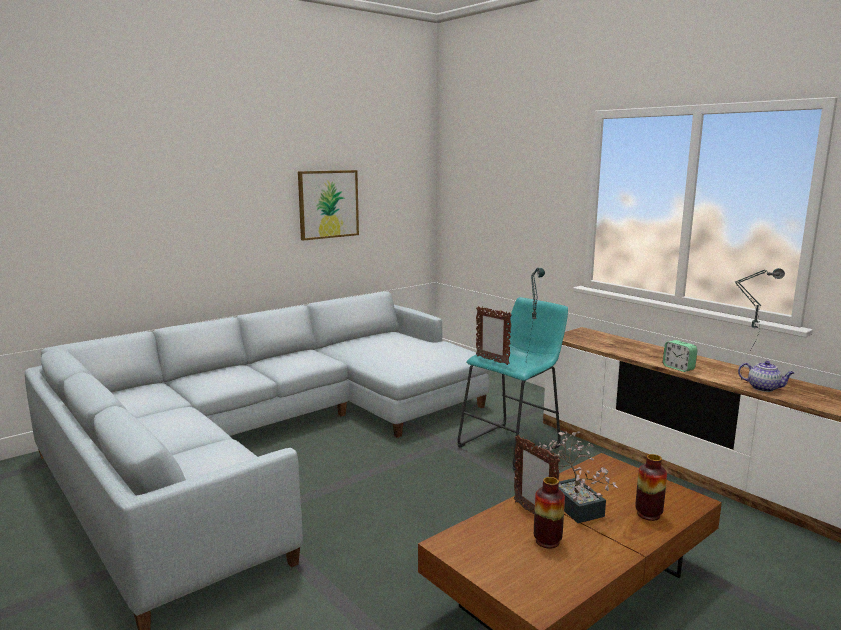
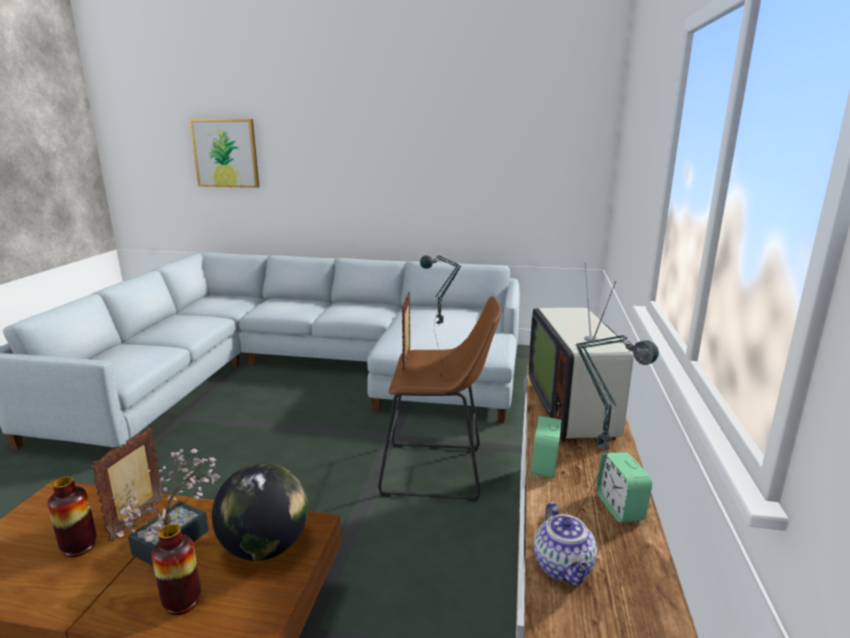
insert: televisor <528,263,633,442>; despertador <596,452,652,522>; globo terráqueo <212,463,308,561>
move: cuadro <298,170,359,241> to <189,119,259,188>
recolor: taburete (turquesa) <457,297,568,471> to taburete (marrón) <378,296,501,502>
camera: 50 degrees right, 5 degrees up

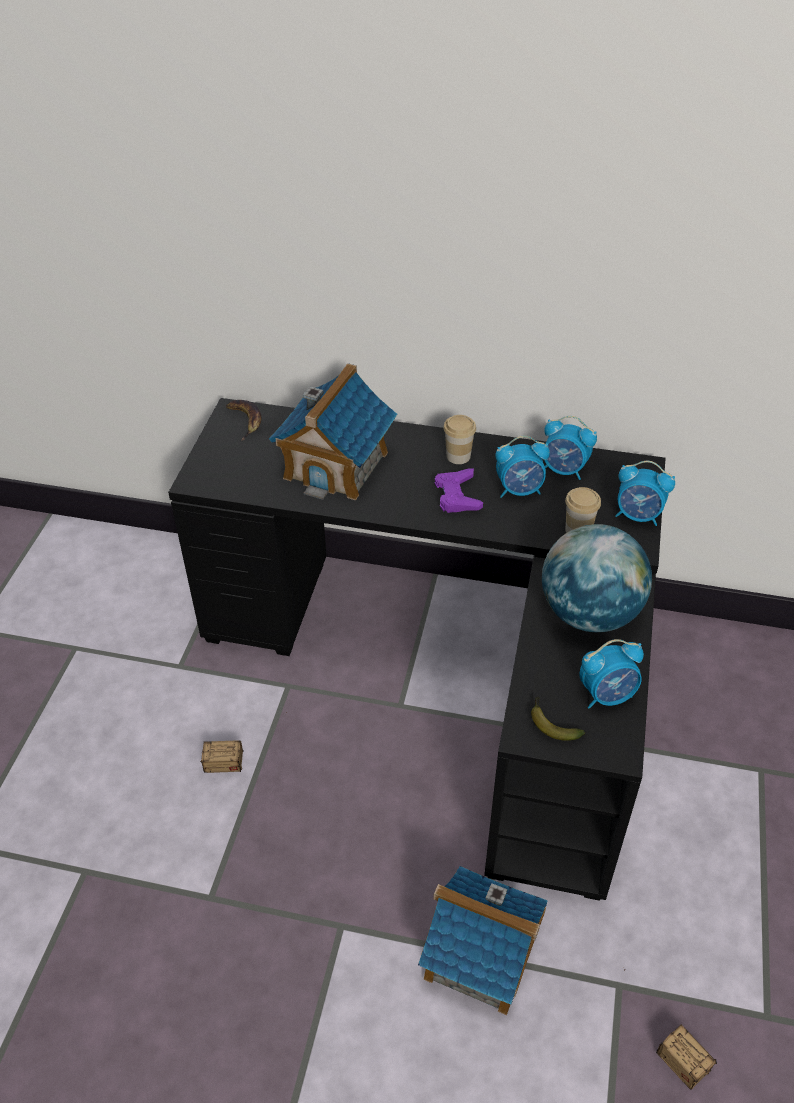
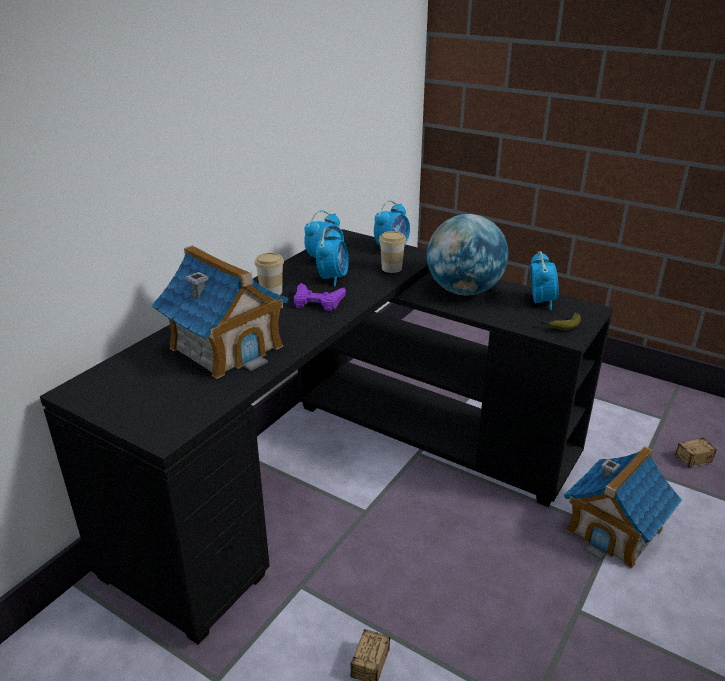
delete: plátano <226,400,261,441>
camera: 70 degrees left, 15 degrees down

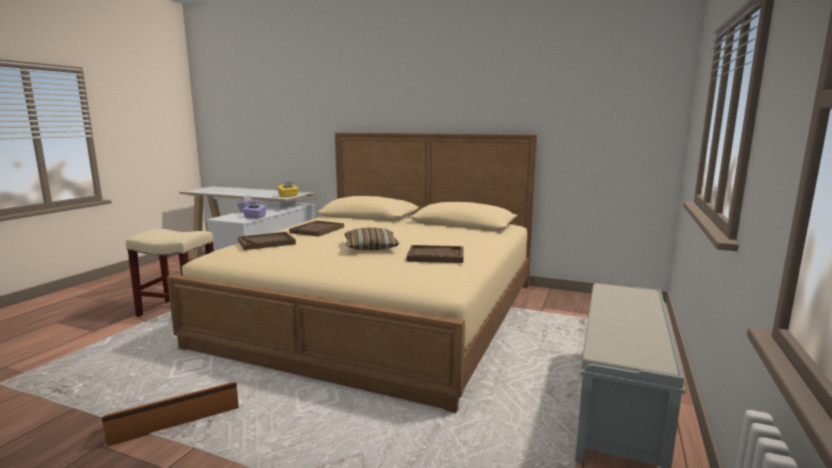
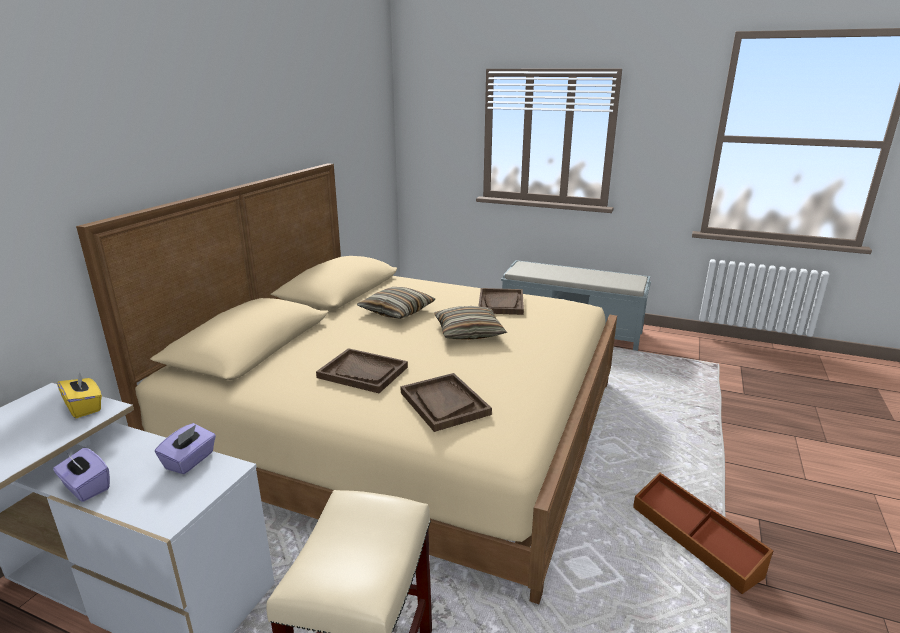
insert: cojín <357,287,435,319>
camera: 90 degrees left, 10 degrees up

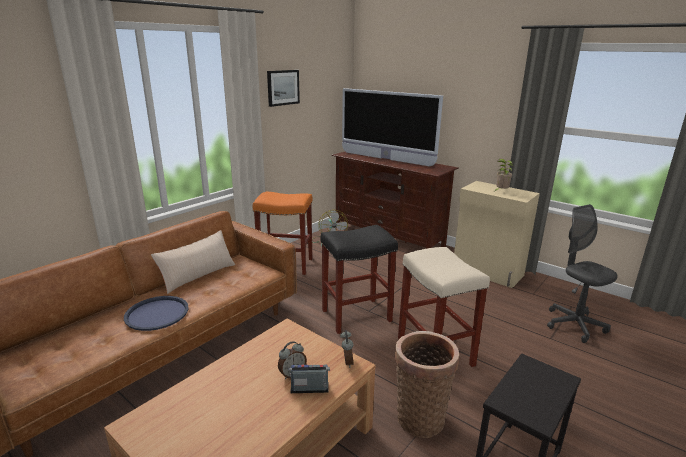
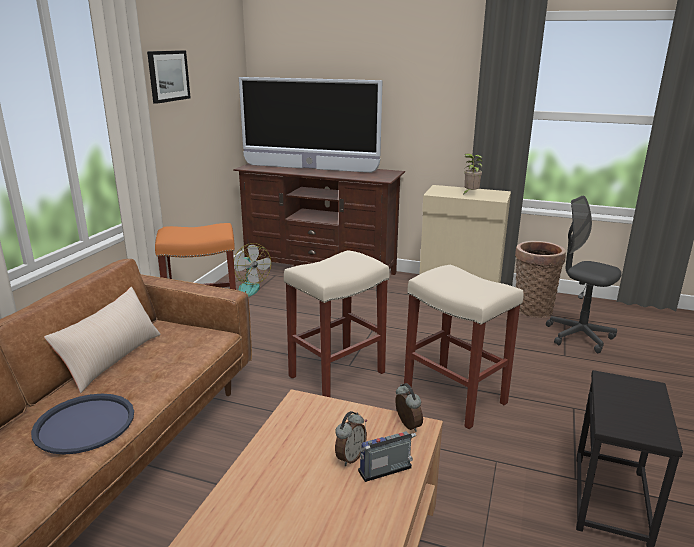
move: cesta <395,331,459,438> to <515,241,566,318>
recolor: taburete (negro) <321,225,398,334> to taburete (beis) <284,250,389,397>
camera: 20 degrees left, 0 degrees up

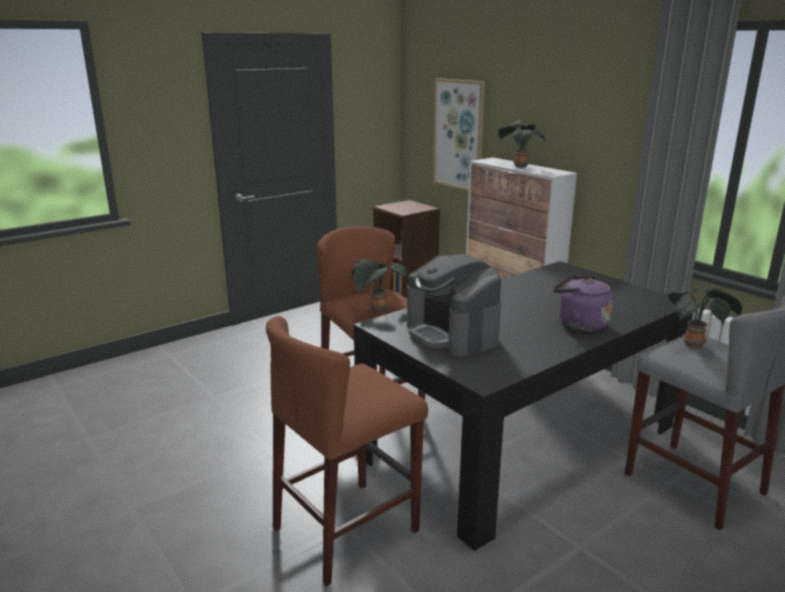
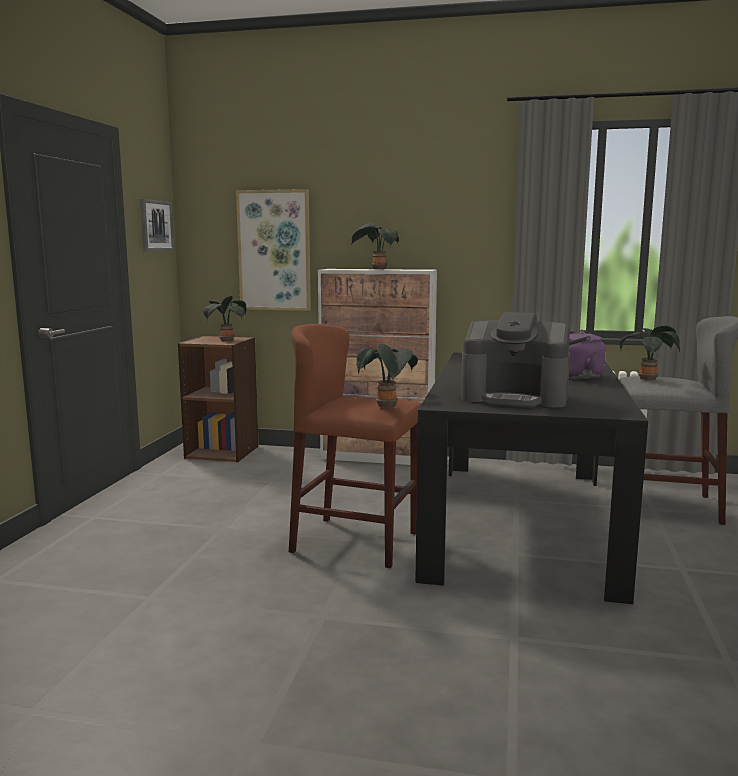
delete: taburete (marrón) <266,316,428,586>
insert: cuadro <140,199,174,252>; planta en maceta <203,296,247,342>
camera: 40 degrees left, 10 degrees down

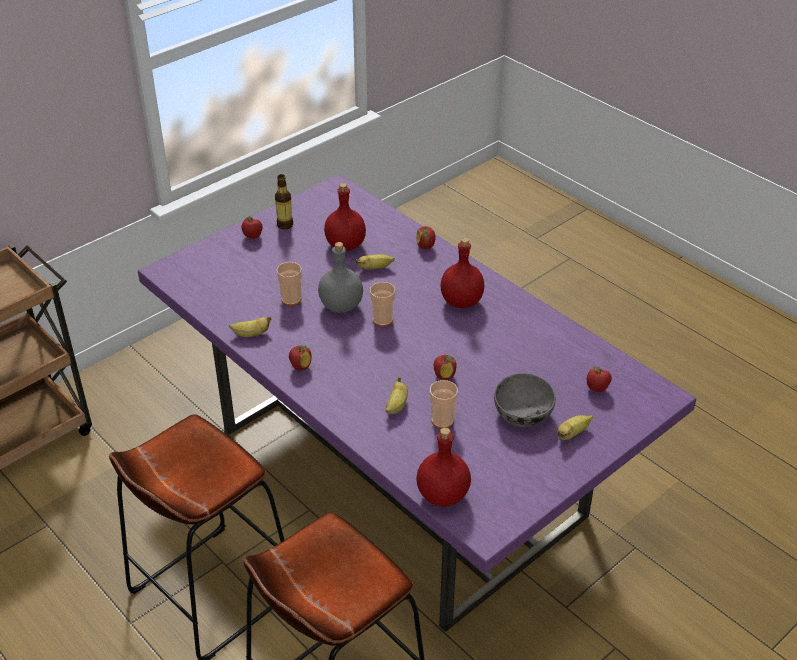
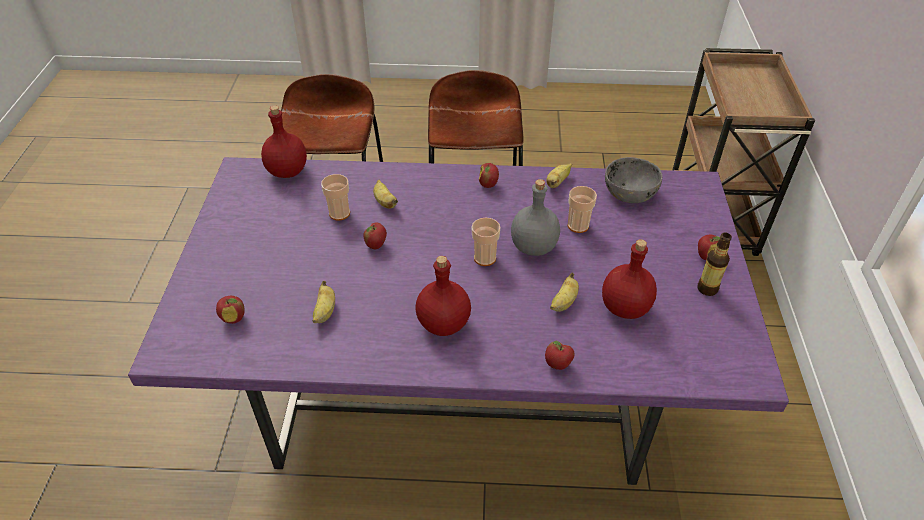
move: cuenco (gris) <494,373,555,427> to <605,157,663,203>; plátano <557,415,593,440> to <313,281,335,323>
camera: 135 degrees right, 5 degrees up

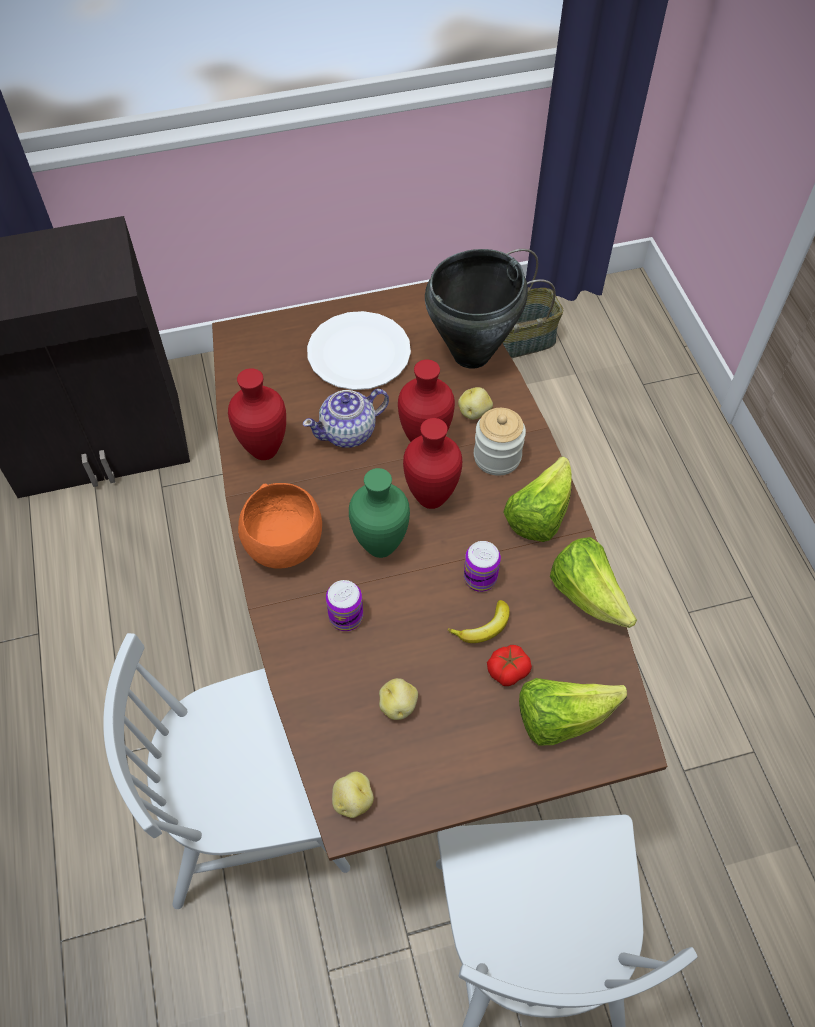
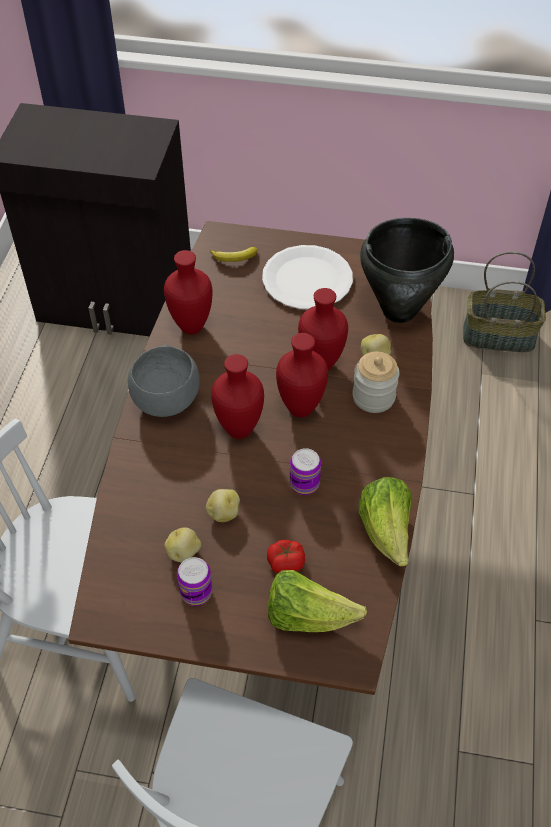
delete: tetera <303,388,389,448>; lechuga <503,457,572,542>
move: lata <326,580,363,631> to <177,557,212,606>; plátano <447,600,510,643> to <210,247,257,262>; patata <332,771,374,818> to <206,489,240,522>
recolor: florero (verde) <349,468,410,558> to florero (rojo) <211,354,264,439>; cuenco (naranja) <238,483,322,569> to cuenco (gris) <128,345,199,417>
camera: 25 degrees right, 5 degrees down

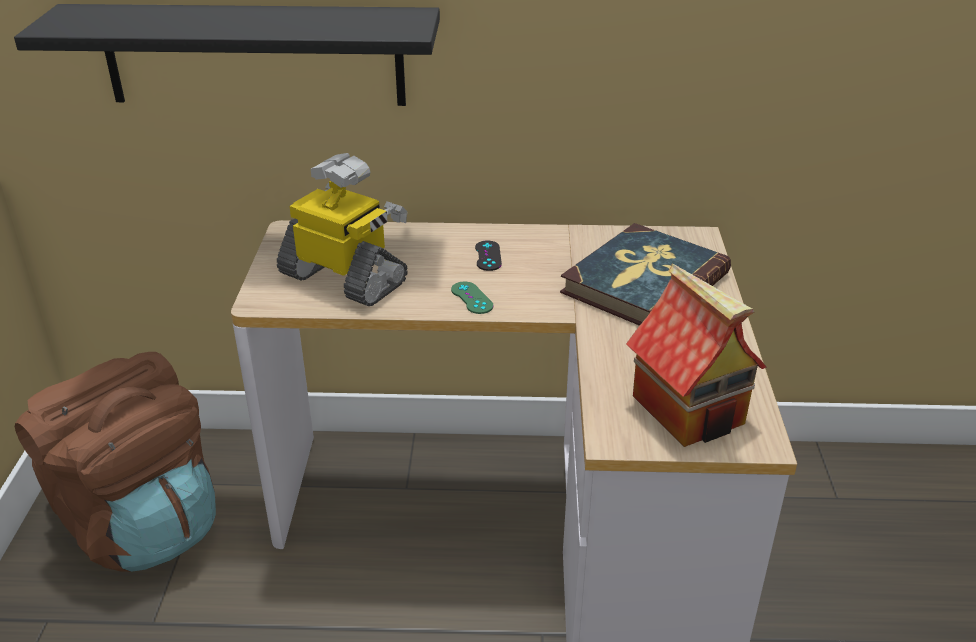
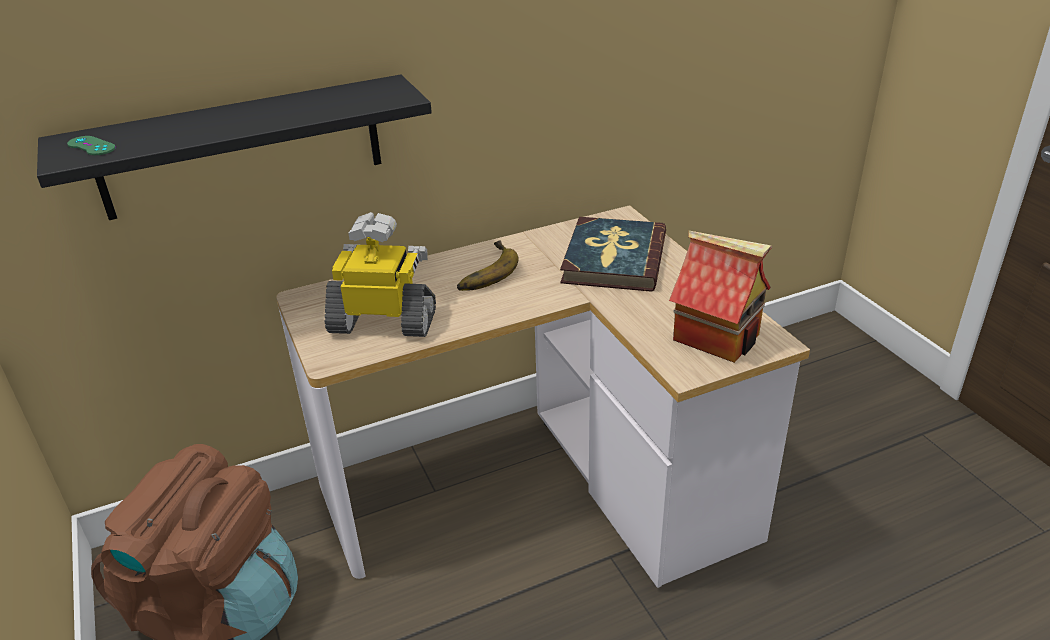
move: mando de consola (verde) <451,282,494,314> to <67,136,116,155>
replace: mando de consola (negro) <475,240,502,271> to plátano <457,240,519,291>
camera: 25 degrees left, 0 degrees up

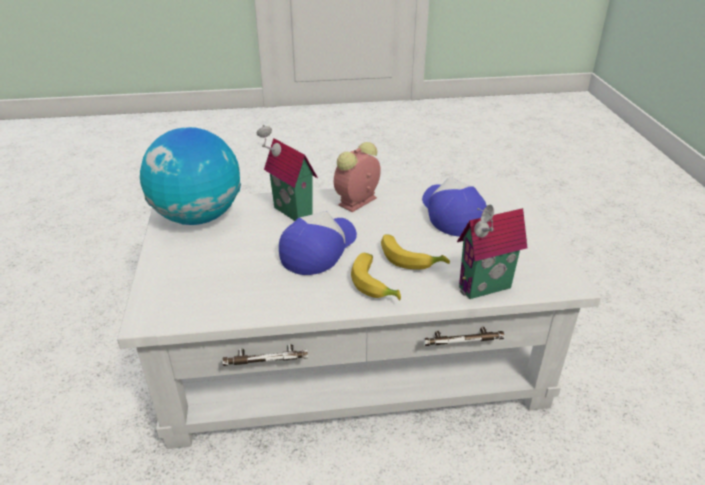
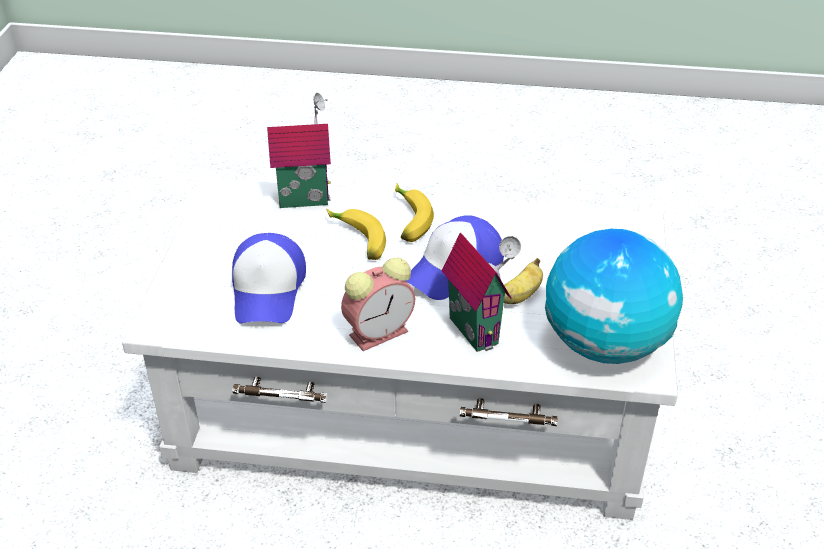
insert: plátano <504,258,543,304>
camera: 165 degrees left, 5 degrees up

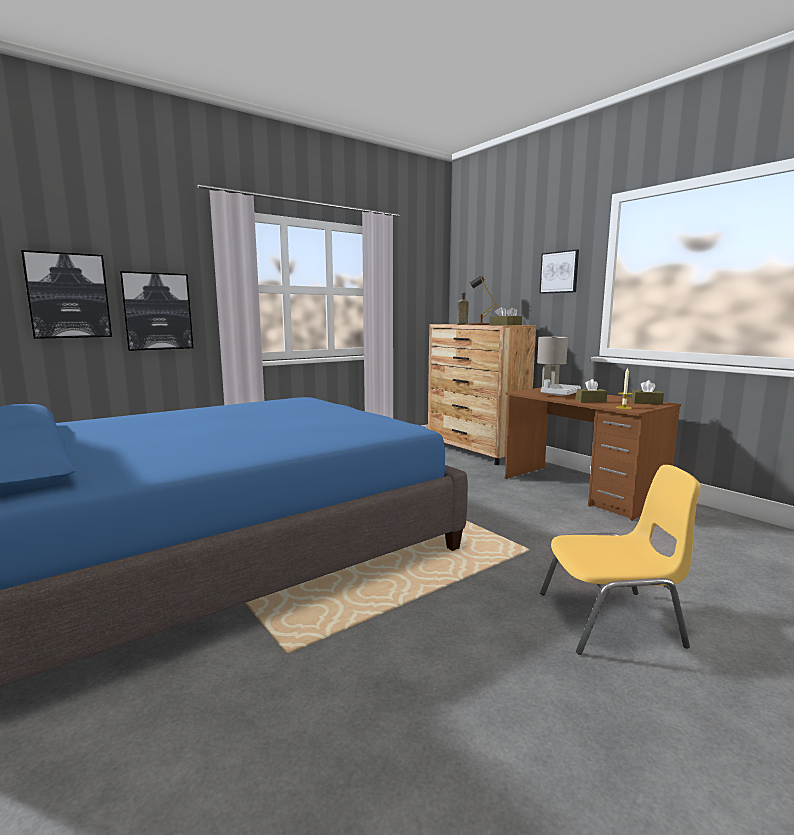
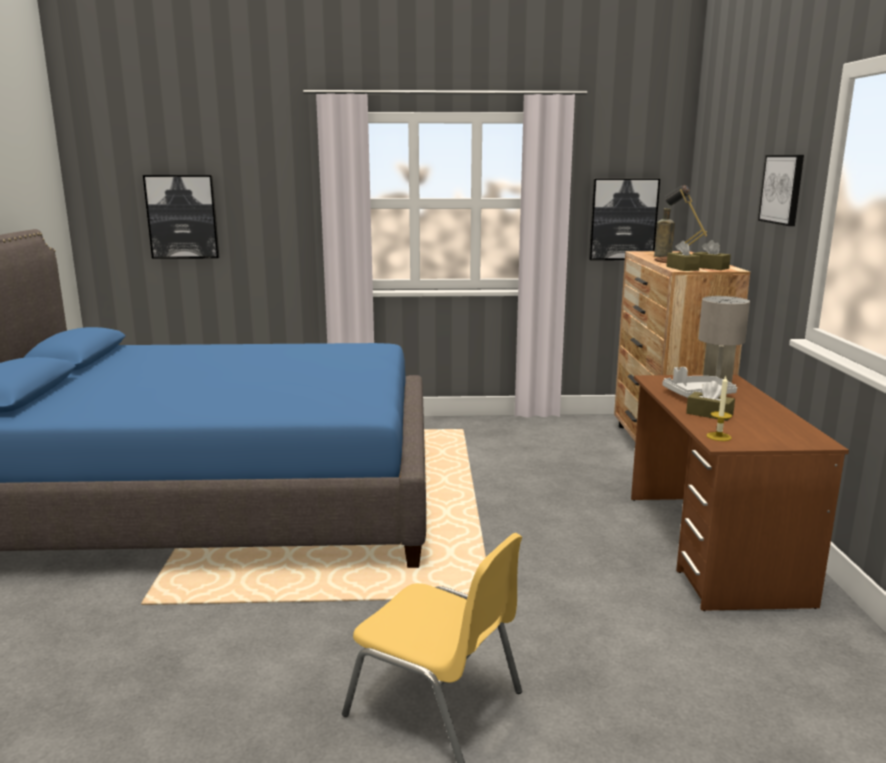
delete: caja de pañuelos (marrón) <631,380,664,405>
move: cuadro <119,271,193,351> to <589,178,660,260>
camera: 35 degrees right, 5 degrees up

